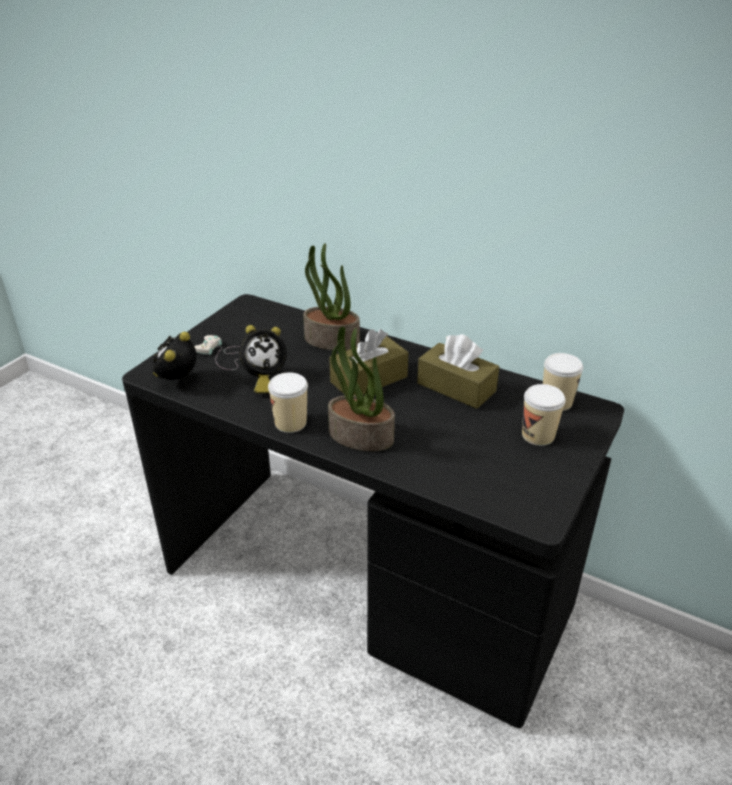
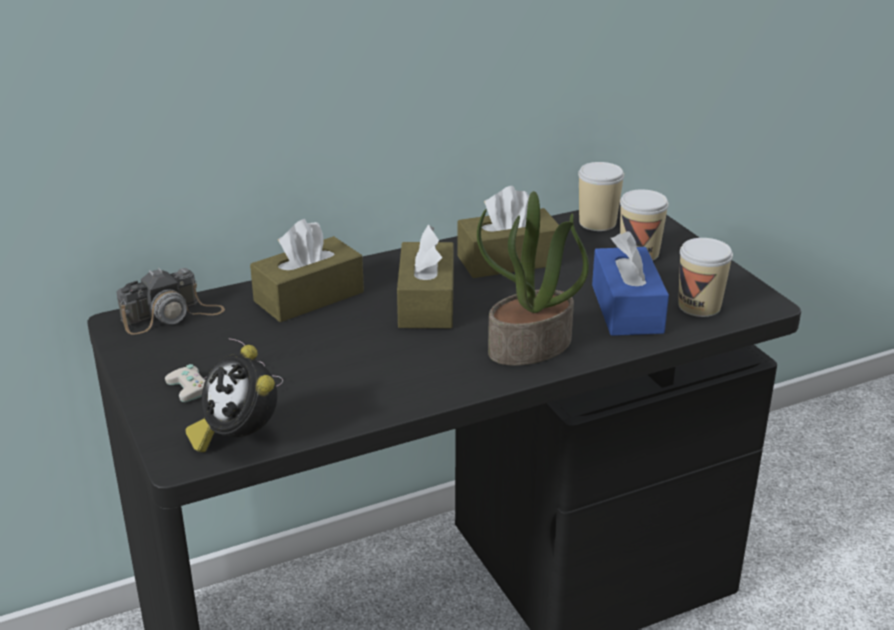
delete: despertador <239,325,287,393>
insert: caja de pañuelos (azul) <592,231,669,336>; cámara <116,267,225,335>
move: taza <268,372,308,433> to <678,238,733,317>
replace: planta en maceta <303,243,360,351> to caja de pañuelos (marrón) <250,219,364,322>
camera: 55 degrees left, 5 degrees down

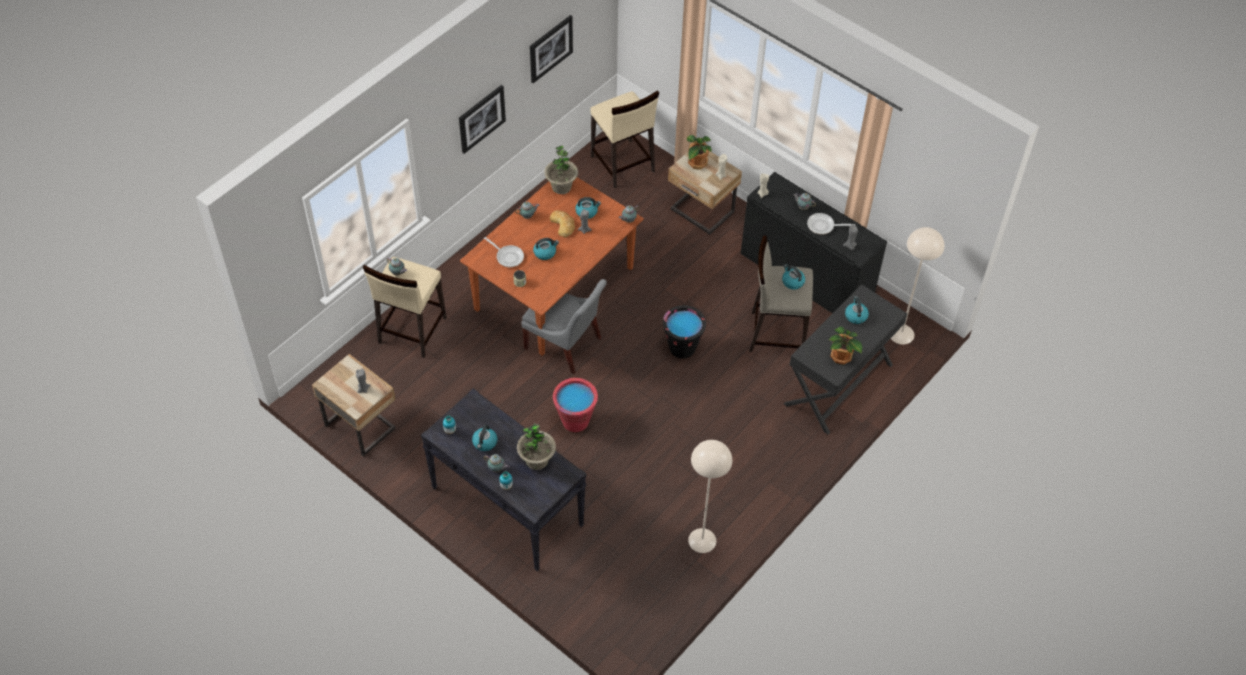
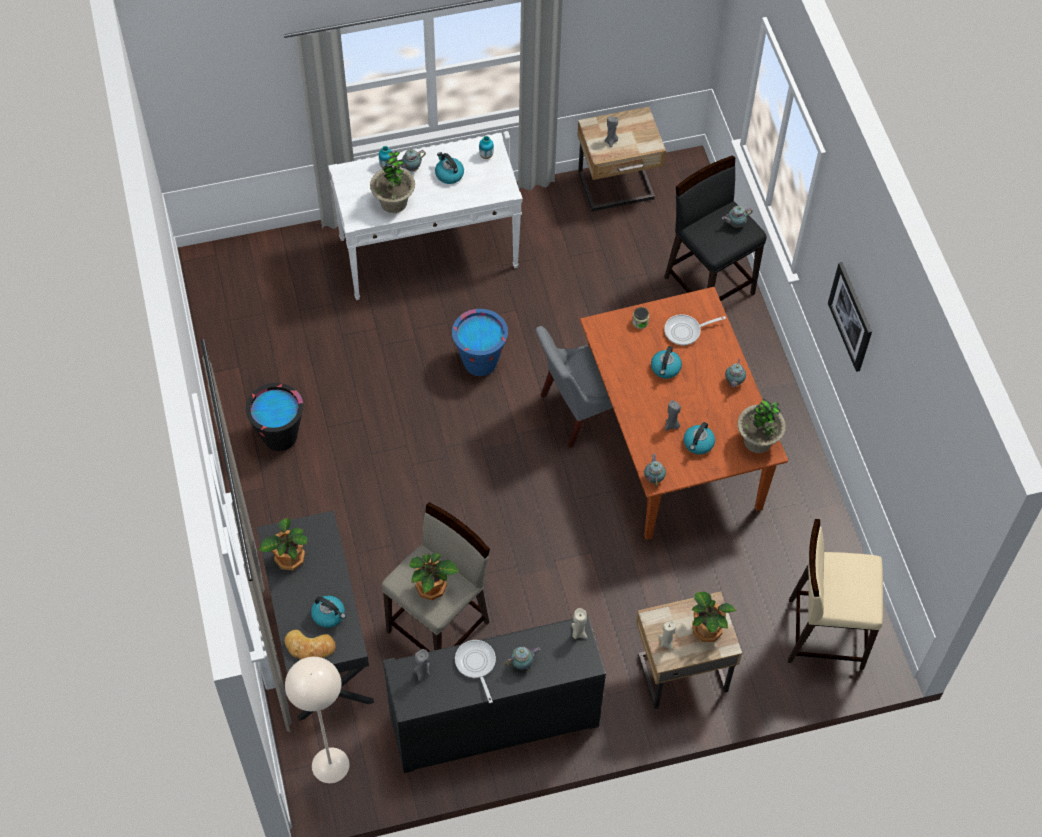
delete: cuadro <530,15,573,83>; lámpara de pie (beis) <688,440,732,553>
move: pan <550,210,575,238> to <285,630,336,660>; cubo (negro) <663,305,706,359> to <246,383,303,451>
replace: hervidor <782,264,805,290> to planta en maceta <409,553,459,600>
recolor: taburete (beis) <363,257,447,358> to taburete (negro) <664,155,767,301>; cubo (rojo) <553,378,598,432> to cubo (azul) <452,309,508,376>; mesa consola (negro) <421,388,587,571> to mesa consola (blanco) <328,133,523,300>
rotate: sartén <807,213,855,235> = <455,640,496,703> 60 degrees counterclockwise
camera: 125 degrees right, 5 degrees up

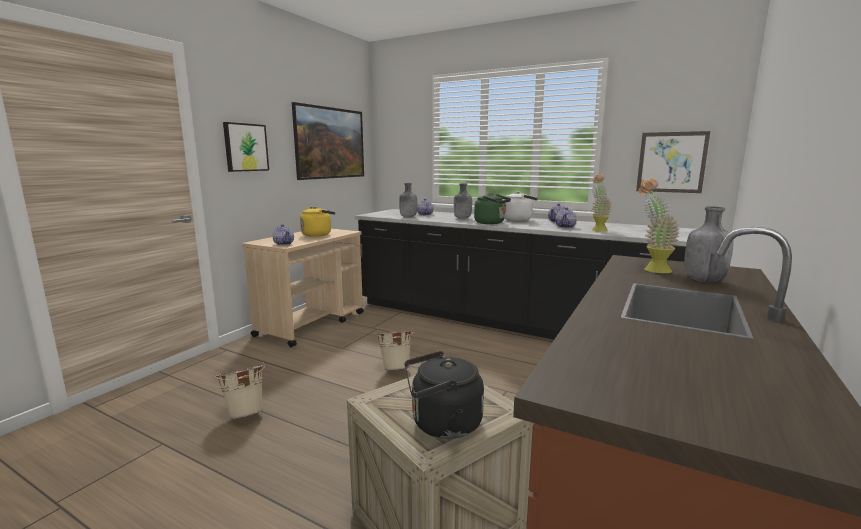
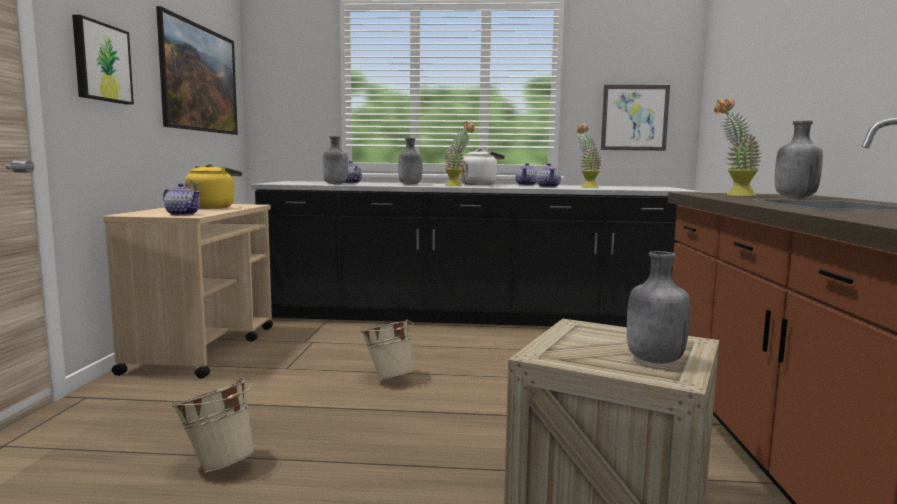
replace: hervidor (verde) <474,193,511,224> to planta en maceta <444,121,475,186>; hervidor (negro) <404,351,484,439> to botella (gris) <627,251,690,364>
camera: 25 degrees left, 5 degrees down

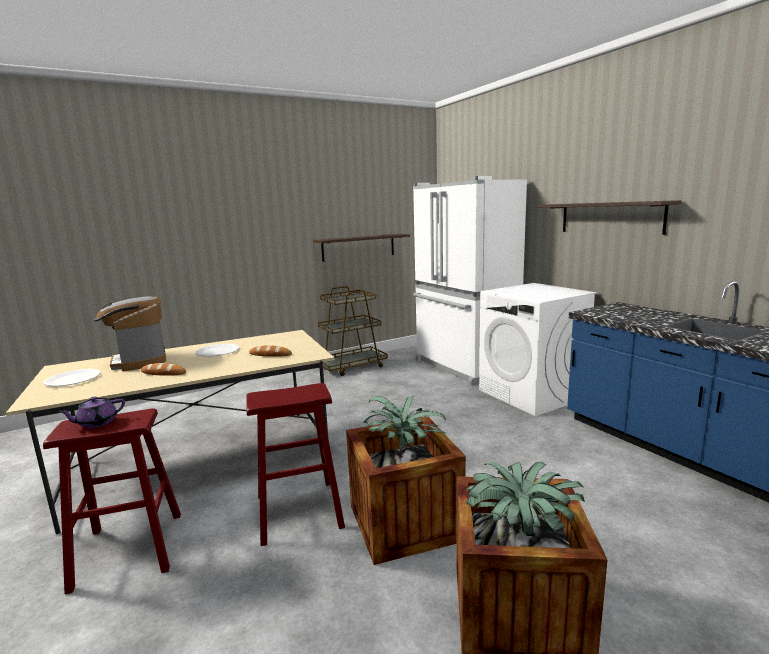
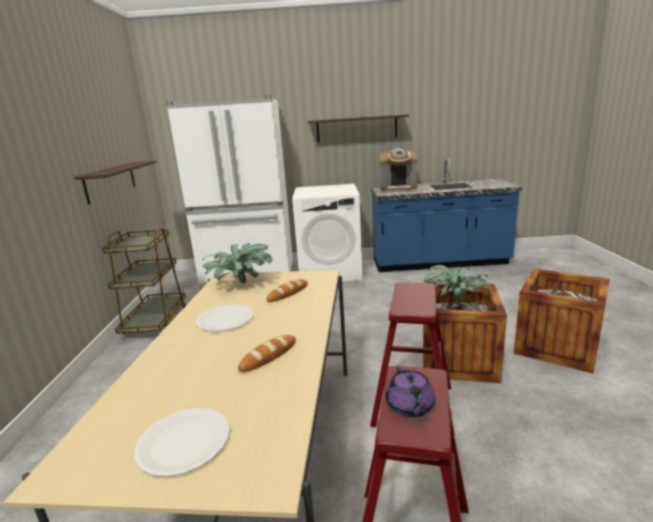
move: cafetera <93,296,166,371> to <380,148,417,192>; planta en maceta <465,462,585,536> to <202,243,273,283>
camera: 60 degrees left, 5 degrees up

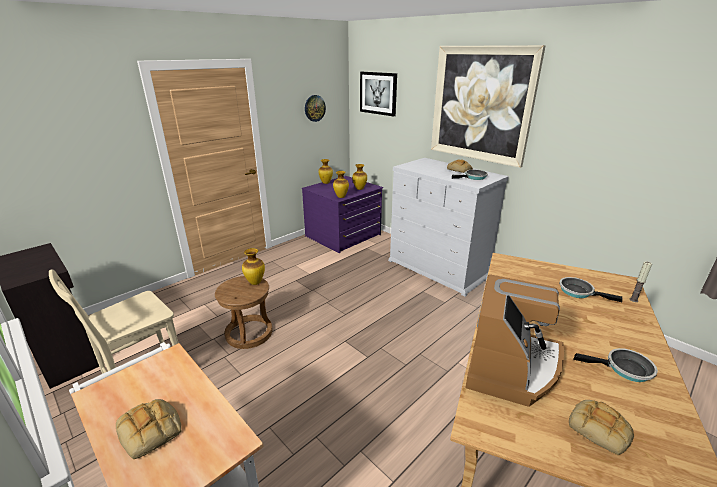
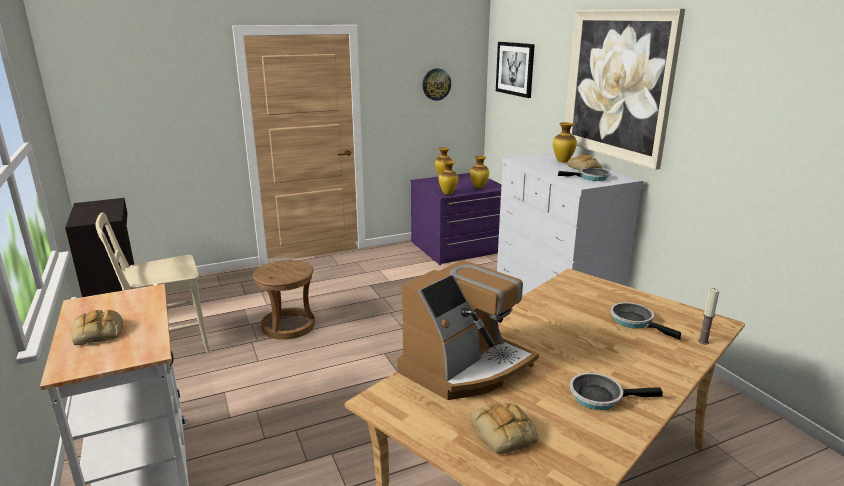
move: florero <242,248,265,285> to <553,122,577,162>
rotate: sartén <573,348,658,382> = <570,373,663,410> 150 degrees clockwise
camera: 20 degrees right, 5 degrees down

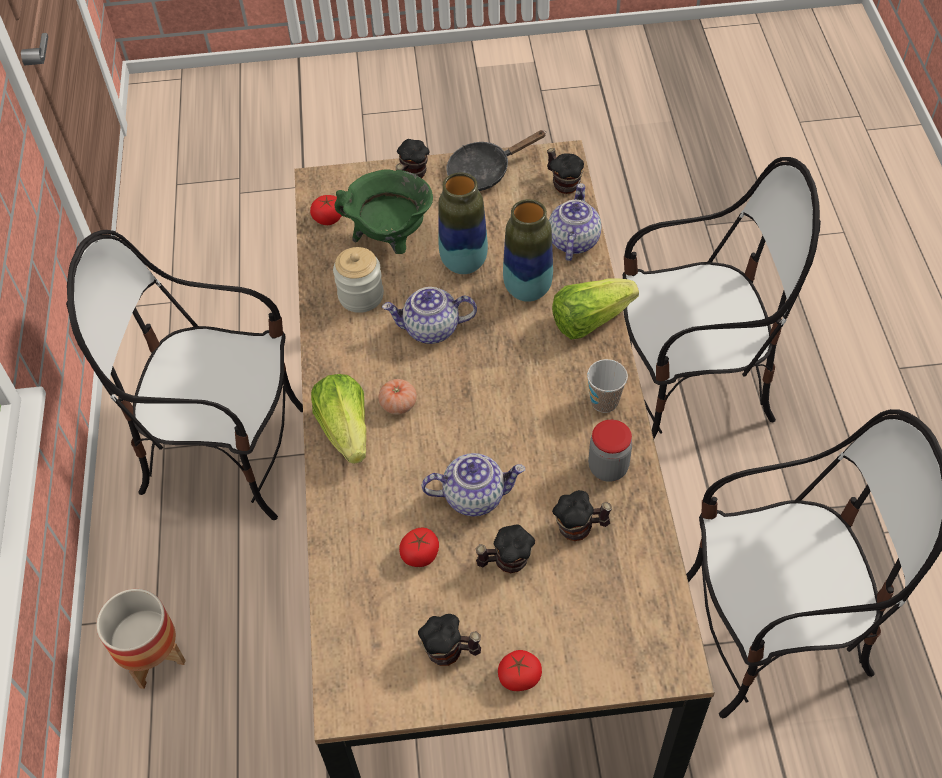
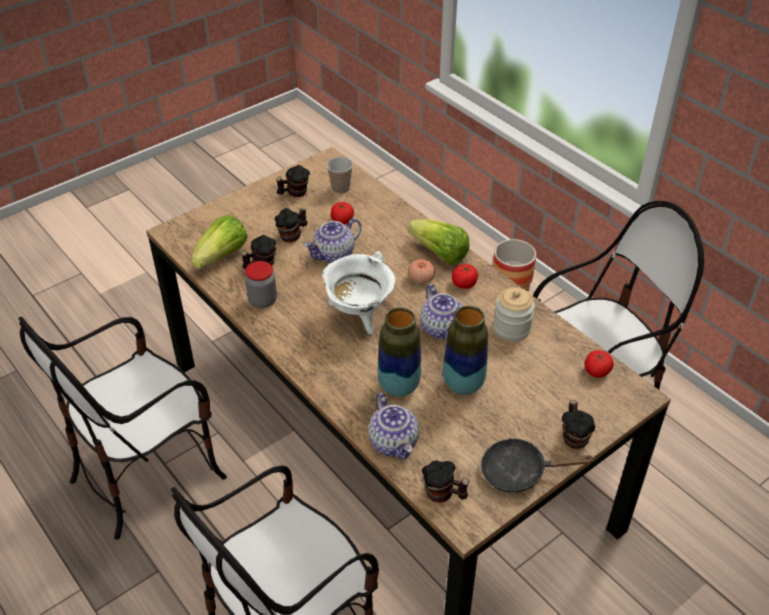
delete: olla (verde) <335,170,433,254>
insert: olla (blanco) <322,251,395,335>
move: lechuga <552,278,639,340> to <191,215,248,269>; taza <587,359,628,413> to <327,157,353,194>; tomate <498,650,542,691> to <452,264,478,289>
rotate: sartén (negro) <446,130,546,191> = <481,438,595,493> 120 degrees counterclockwise; tetera <382,287,477,344> = <420,284,463,339> 105 degrees clockwise
camera: 145 degrees right, 10 degrees down

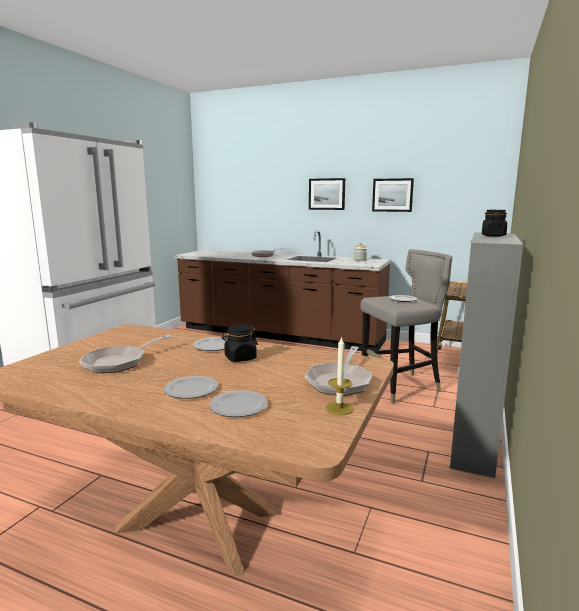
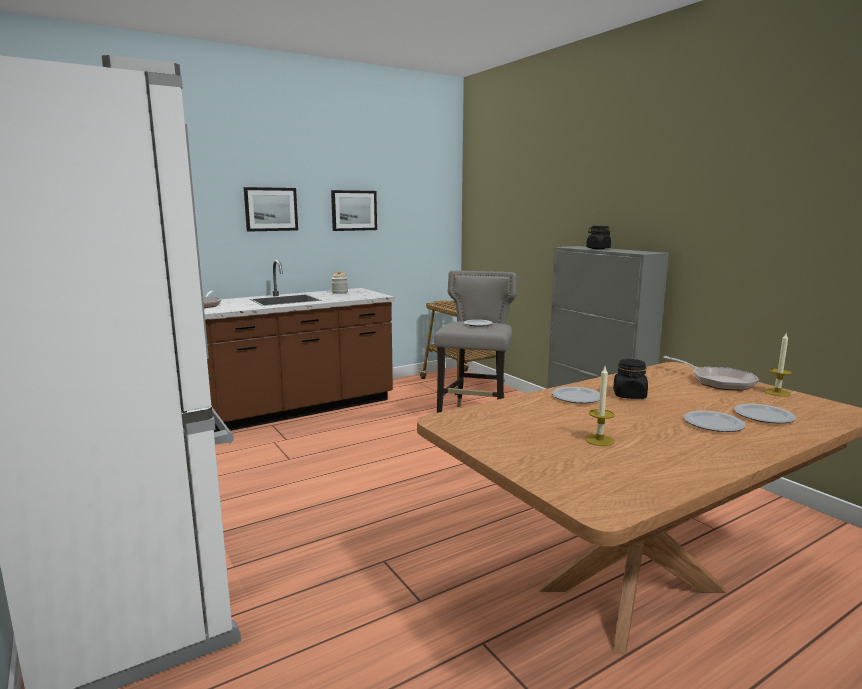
replace: sartén <79,335,171,373> to vela <585,367,615,446>
camera: 55 degrees left, 0 degrees up

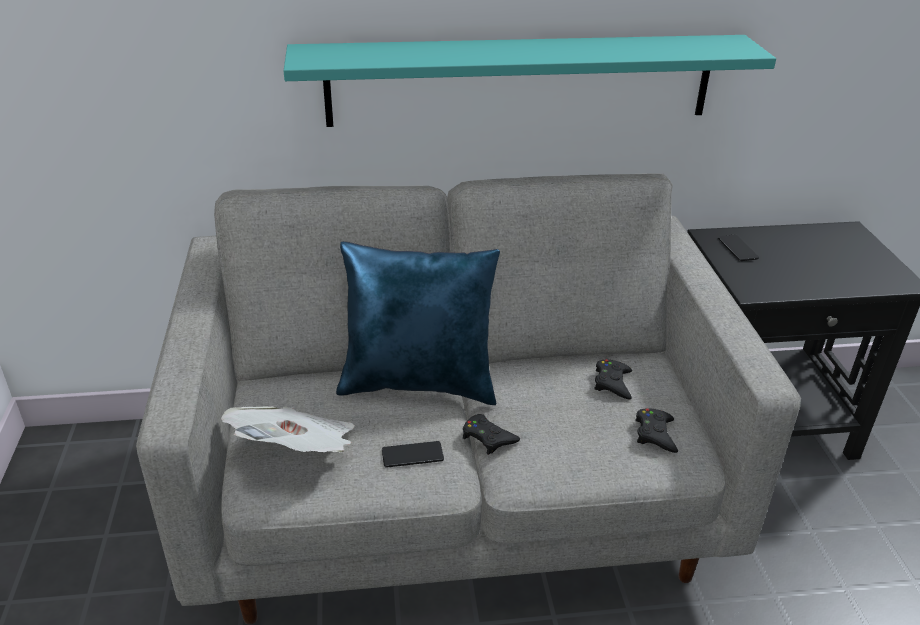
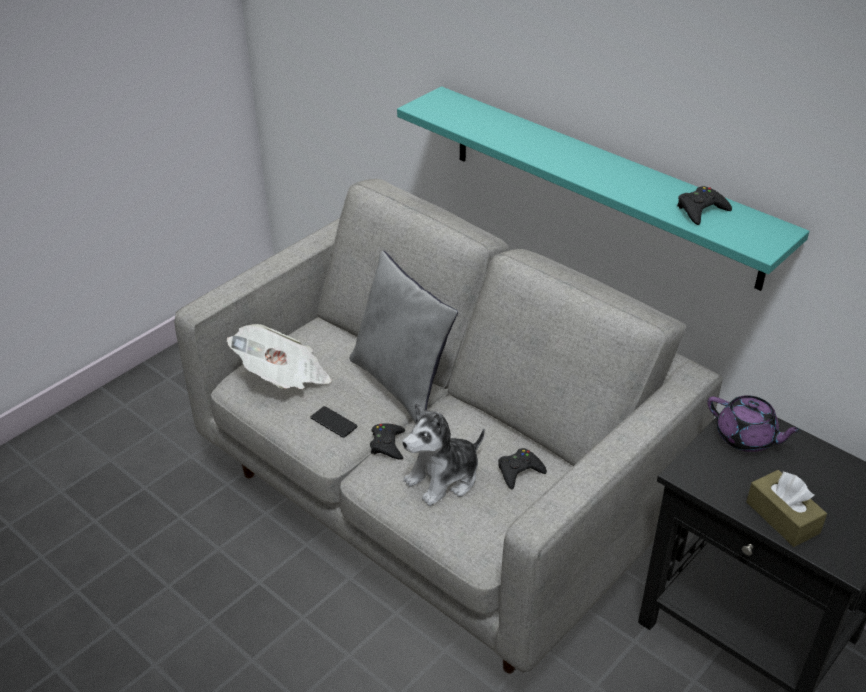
insert: peluche <403,403,485,506>; caja de pañuelos (marrón) <746,470,827,547>
move: mando de consola (negro) <635,408,678,453> to <677,186,732,225>
replace: móvil <718,235,759,261> to tetera (morado) <707,395,803,452>
recolor: cojín (azul) <336,241,500,405> to cojín (gris) <349,251,458,424>
camera: 50 degrees right, 5 degrees up

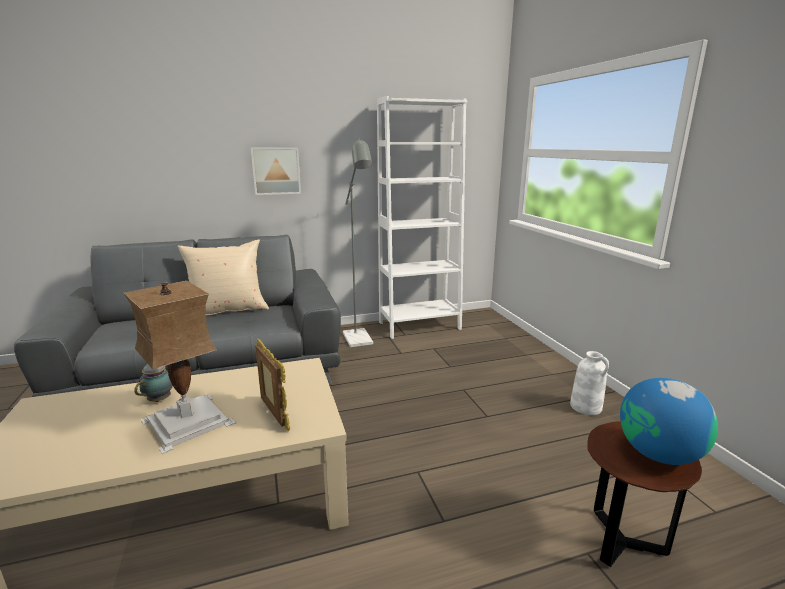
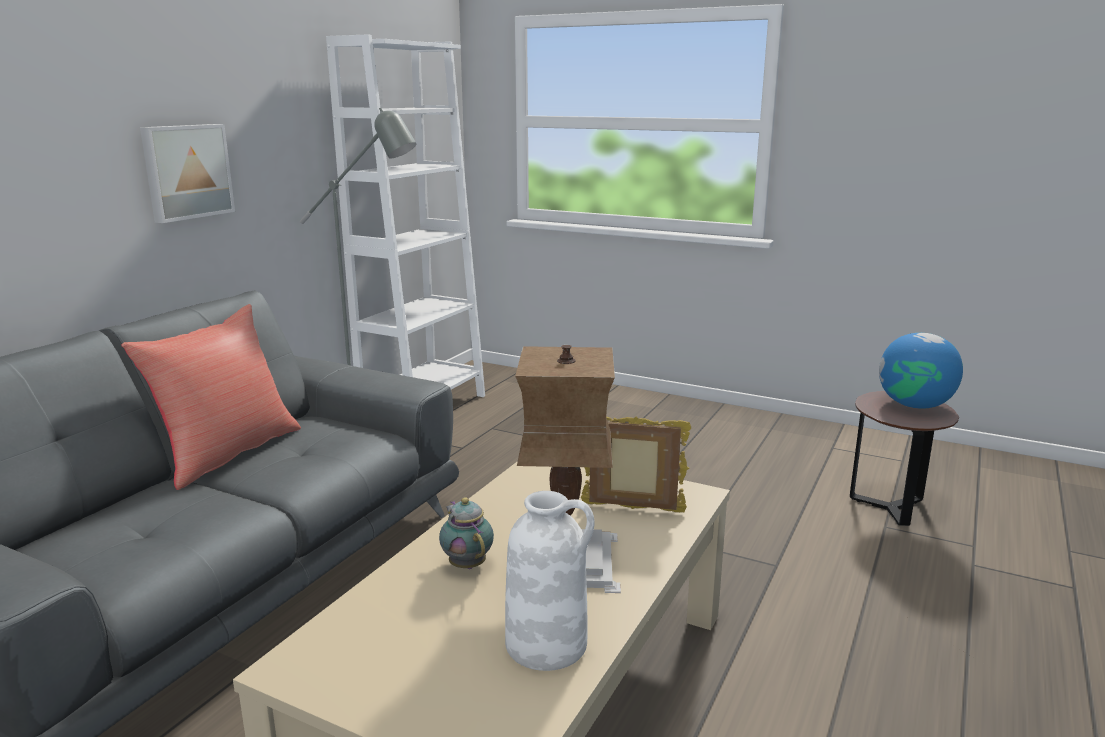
move: florero (blanco) <570,351,609,415> to <505,491,595,671>
recolor: cojín (beis) <177,240,269,315> to cojín (rojo) <121,304,301,490>
camera: 45 degrees left, 0 degrees up

